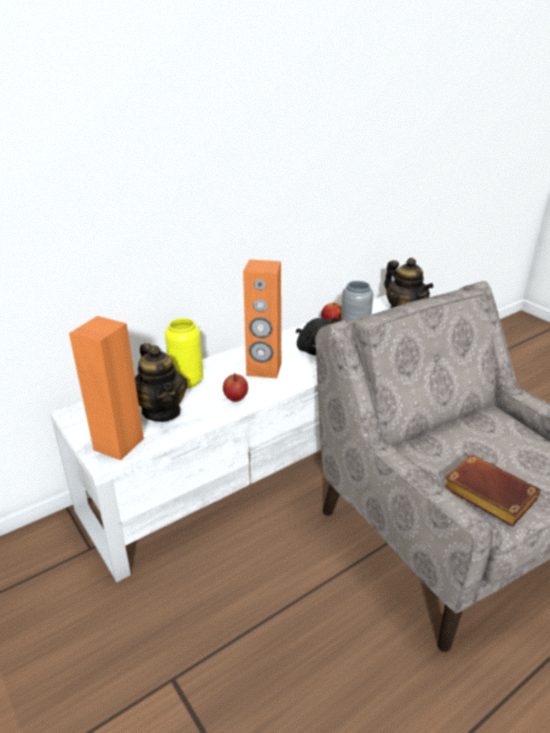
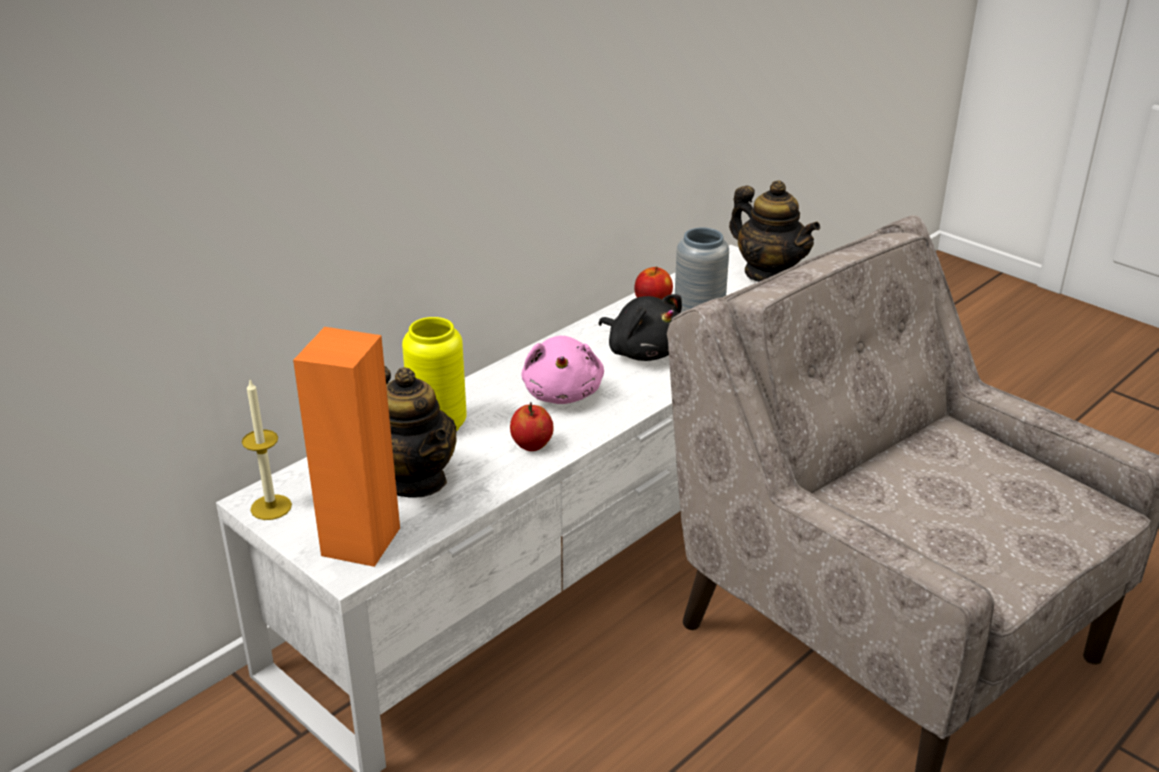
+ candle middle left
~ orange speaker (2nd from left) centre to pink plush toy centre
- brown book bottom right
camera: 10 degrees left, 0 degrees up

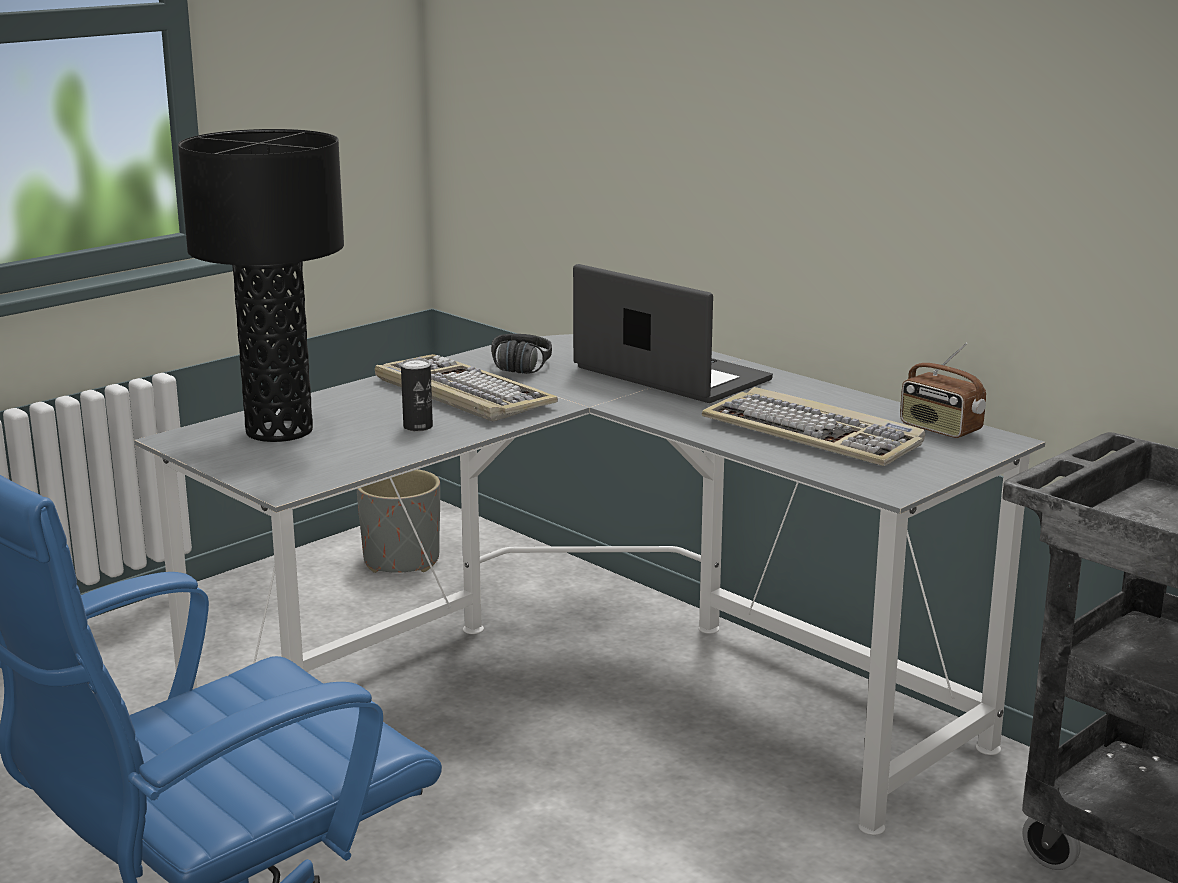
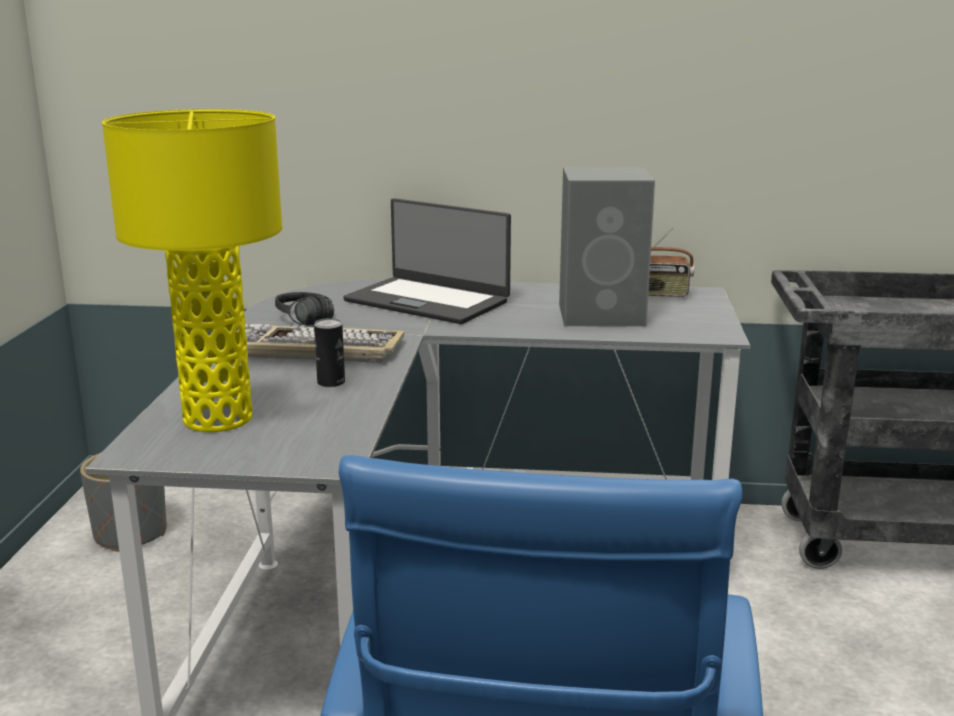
~ black table lamp top left to yellow table lamp middle left
~ laptop centre = centre 150 degrees counterclockwise
~ keyboard (2nd from left) middle right to grey speaker centre
camera: 40 degrees left, 0 degrees up

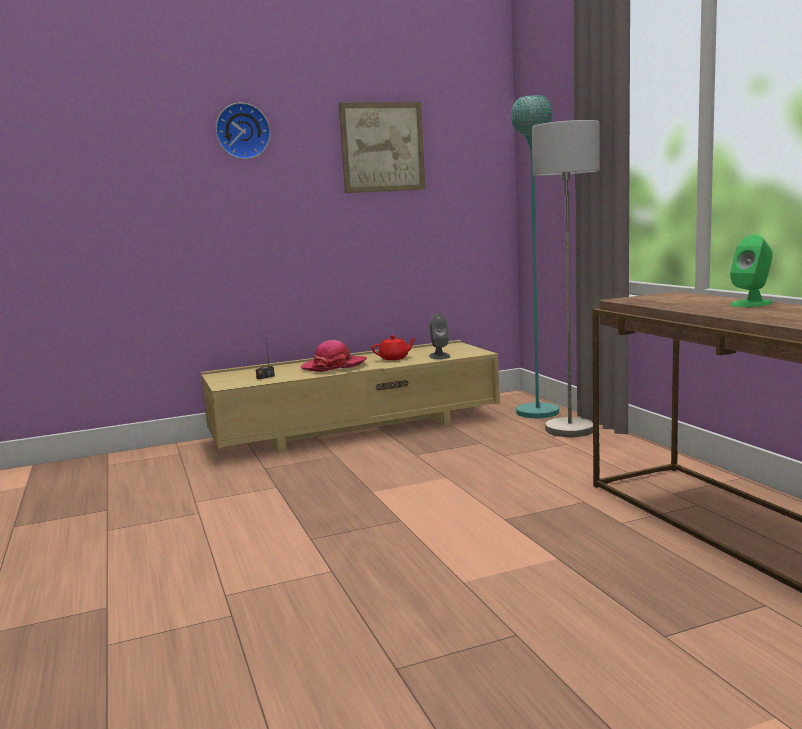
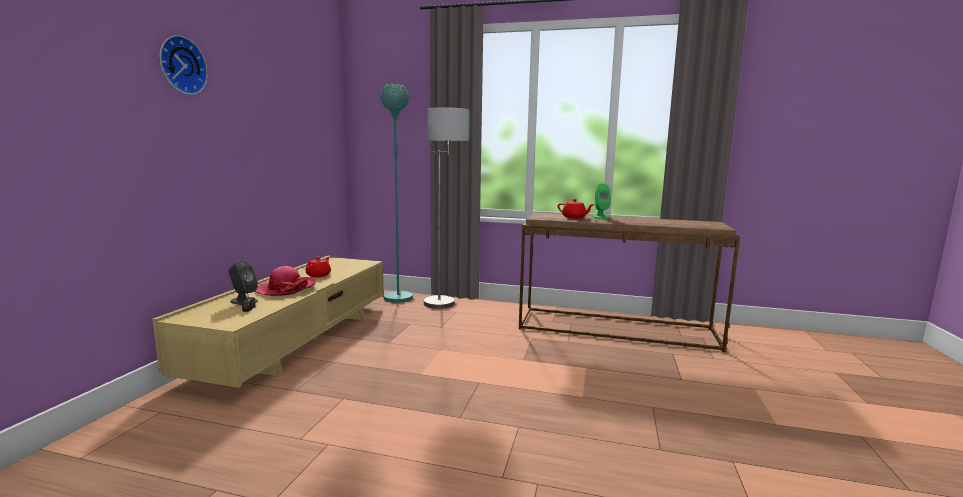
~ grey speaker centre to middle left
+ red teapot (2nd from left) centre
- picture top centre
camera: 55 degrees left, 0 degrees up

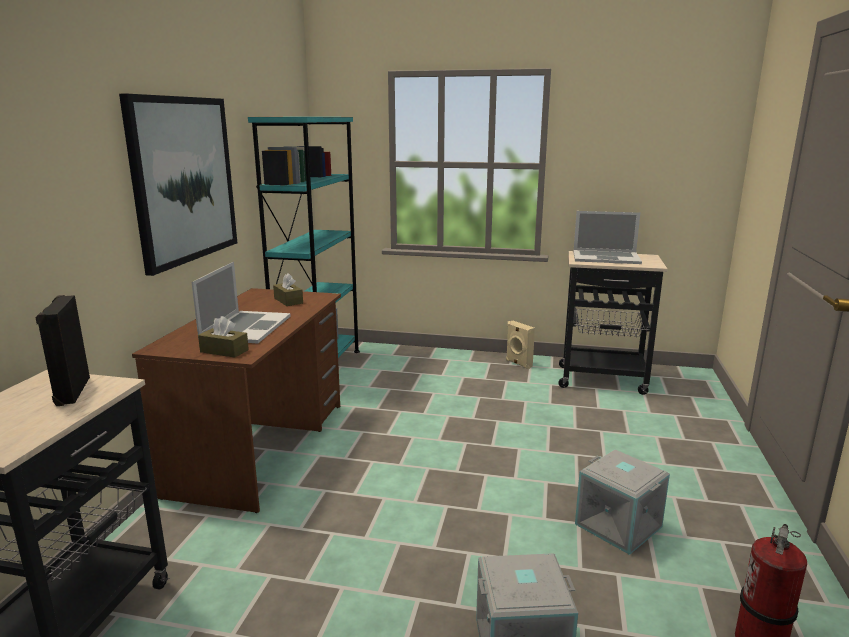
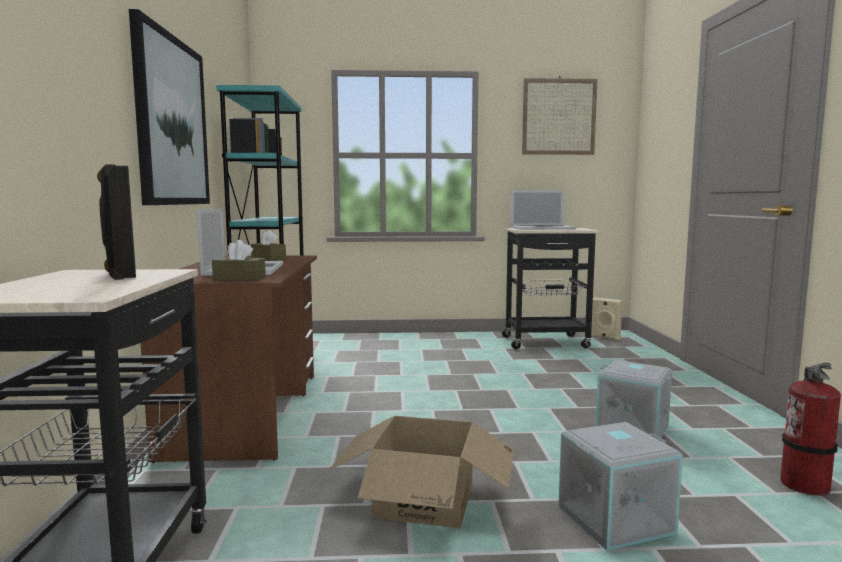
+ cardboard box bottom centre
+ picture (2nd from left) top centre
~ beige speaker centre to middle right
camera: 15 degrees left, 10 degrees down

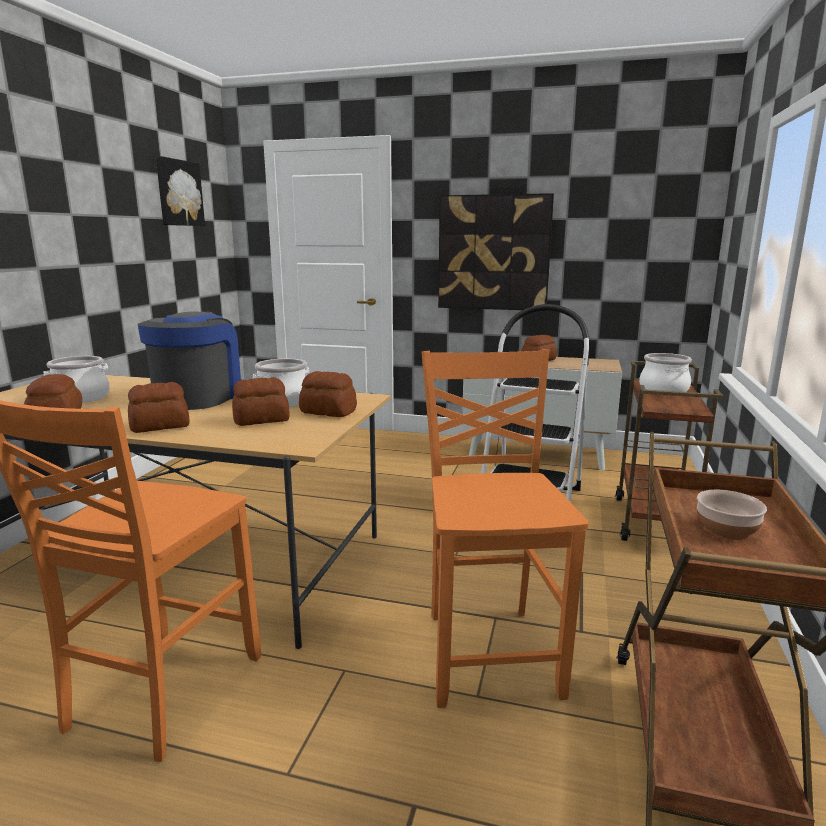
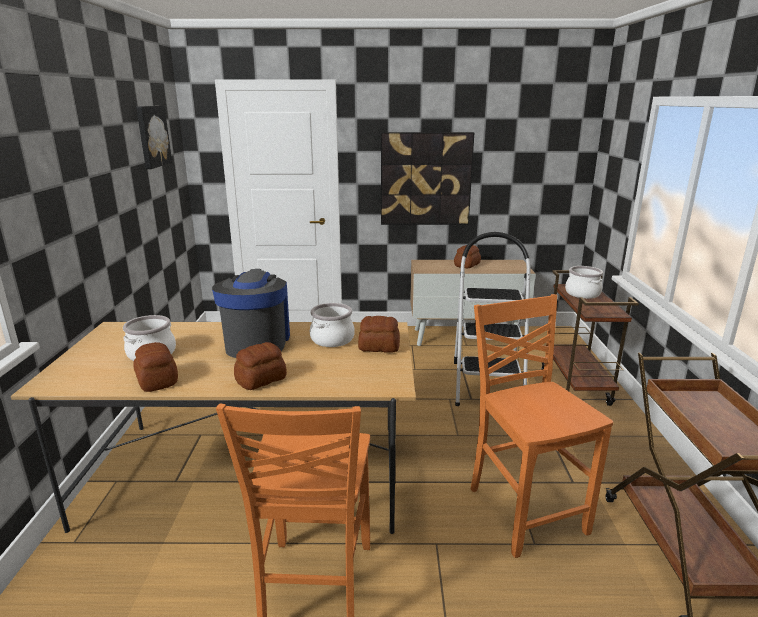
- bread (3rd from left) middle left
- bowl middle right
camera: 15 degrees left, 5 degrees up

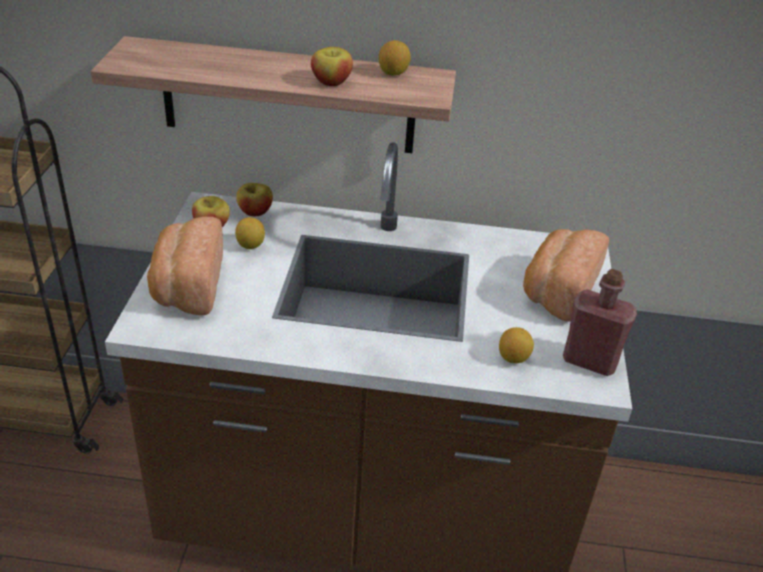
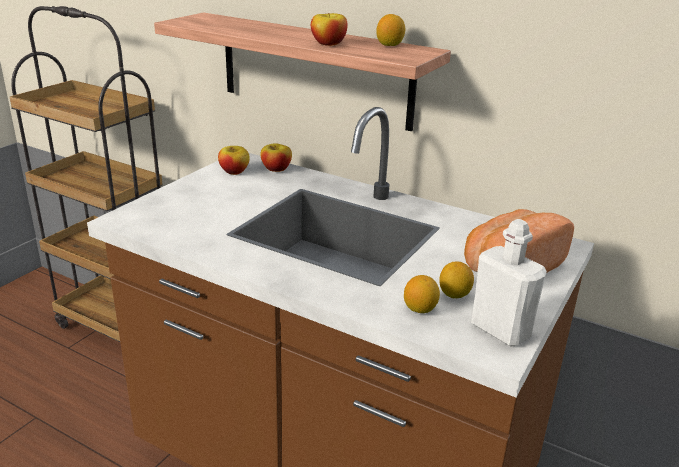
~ lemon (1st from left in the first image) middle left to lemon (3rd from left) middle right
~ red bottle middle right to white bottle middle right
- bread (1st from left) middle left
camera: 25 degrees right, 10 degrees down

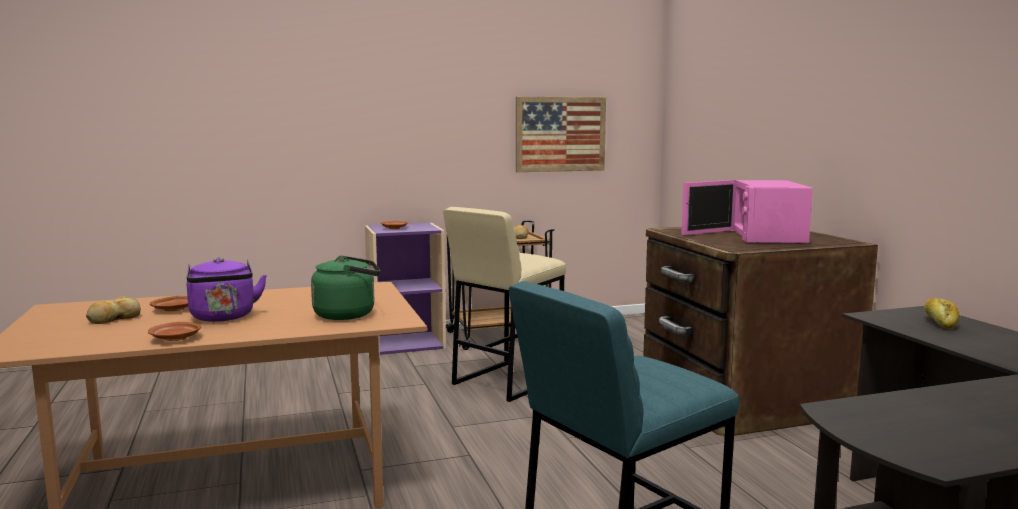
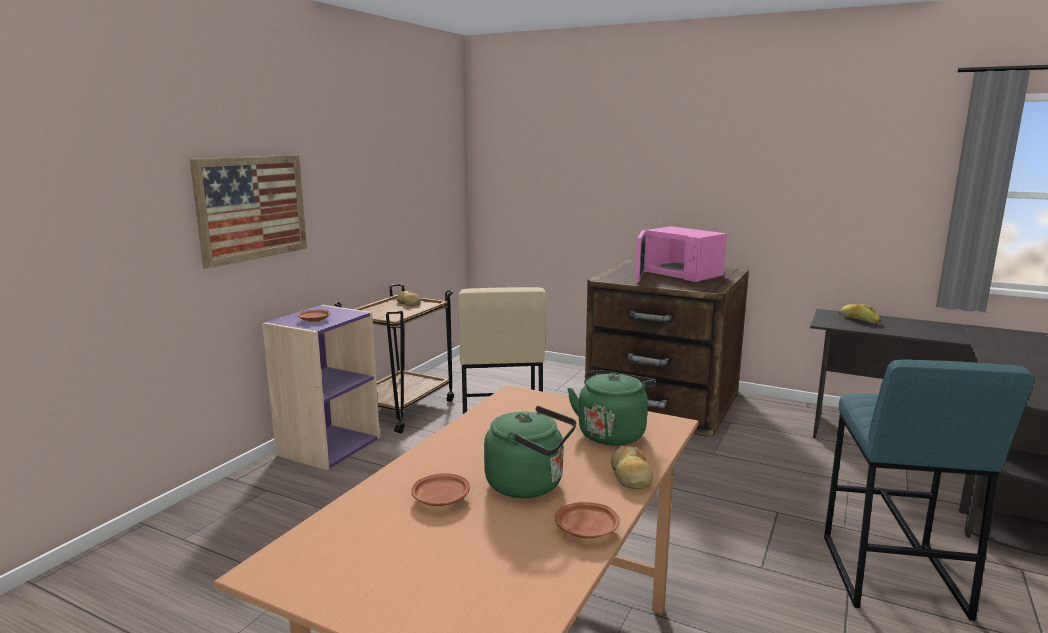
~ picture top centre to middle left
~ purple kettle middle left to green kettle (1st from left) bottom centre
~ bread (1st from left in the first image) middle left to bread (2nd from left) bottom centre
camera: 45 degrees left, 5 degrees up

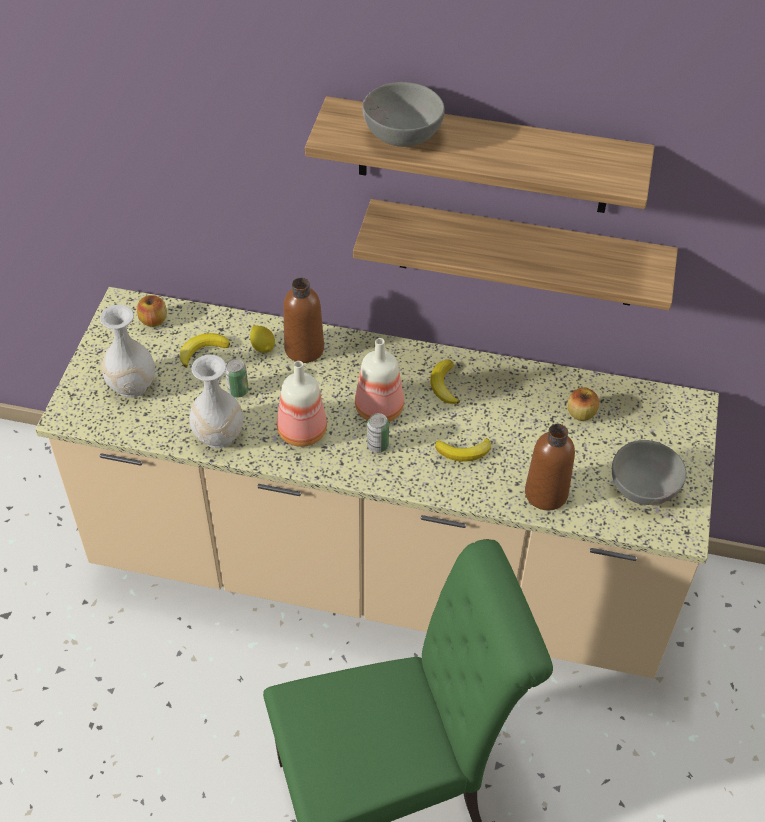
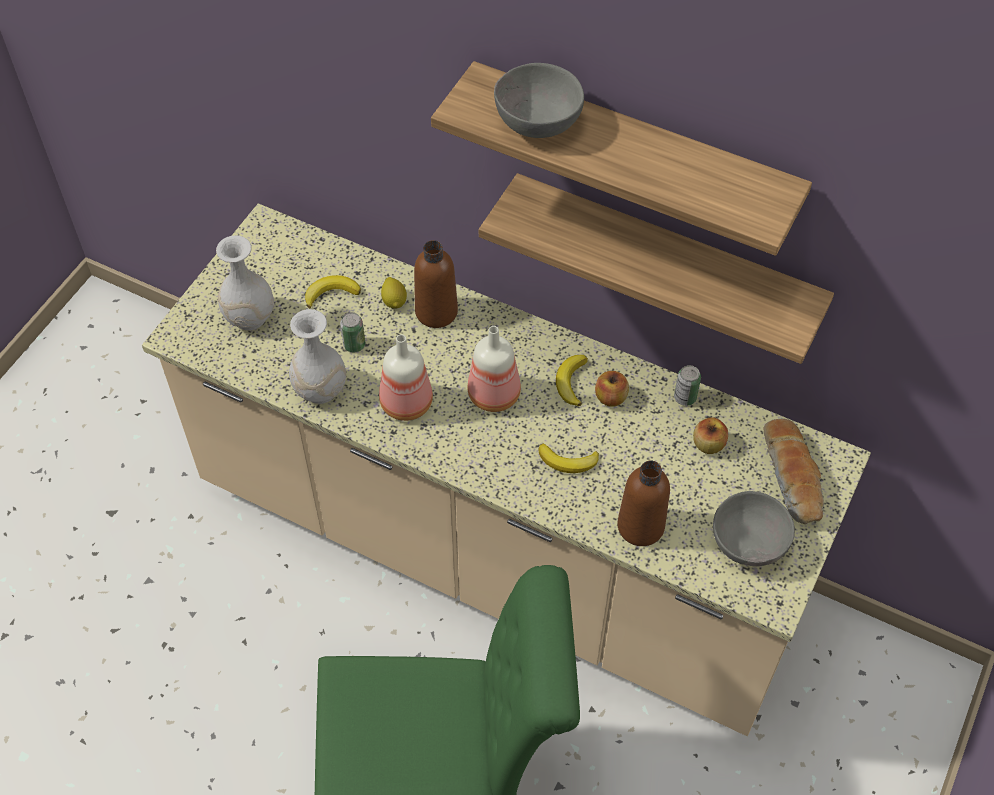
~ apple (1st from left) middle left to centre
~ can (2nd from left) centre to middle right
+ bread middle right
camera: 15 degrees right, 5 degrees up

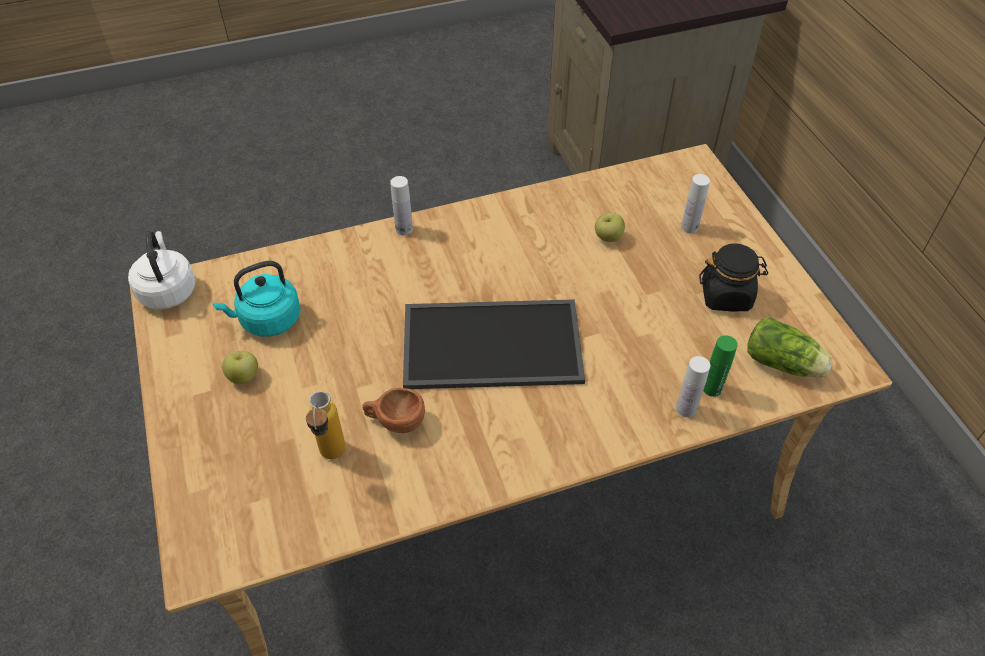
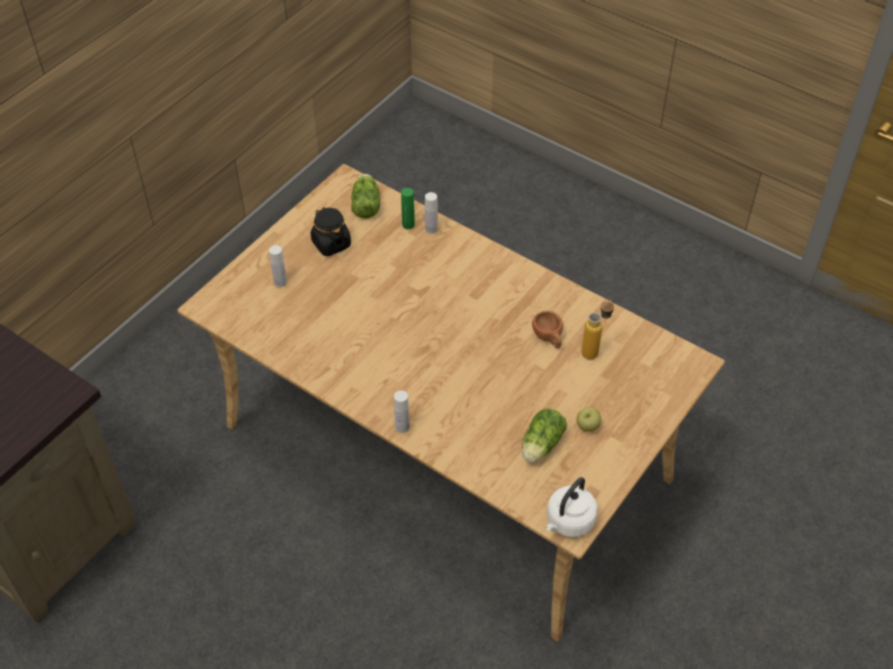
~ turquoise kettle middle left to lettuce (2nd from left) centre
- tray centre
- apple (2nd from left) centre
camera: 125 degrees left, 0 degrees up

